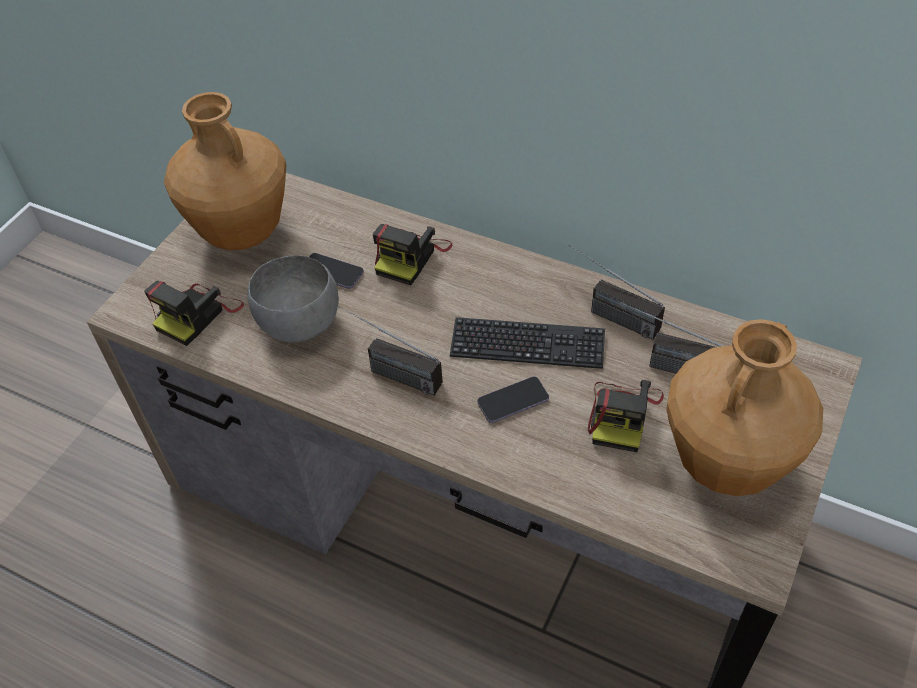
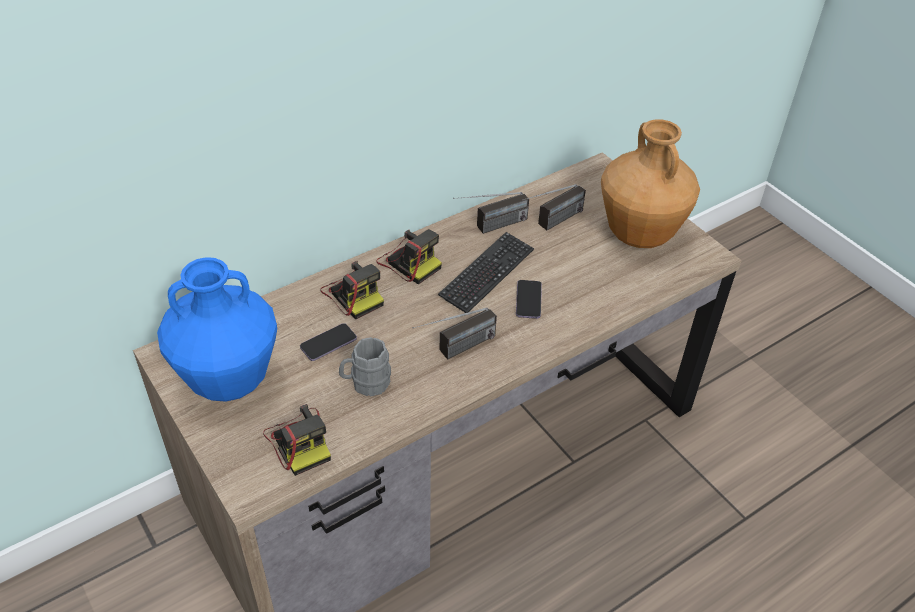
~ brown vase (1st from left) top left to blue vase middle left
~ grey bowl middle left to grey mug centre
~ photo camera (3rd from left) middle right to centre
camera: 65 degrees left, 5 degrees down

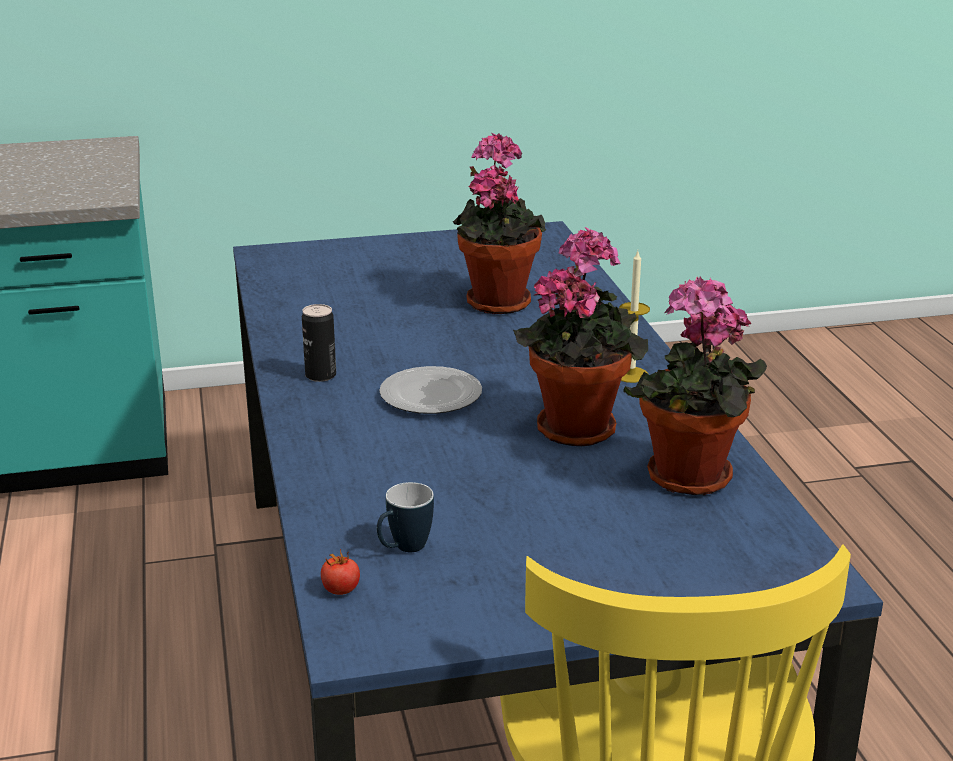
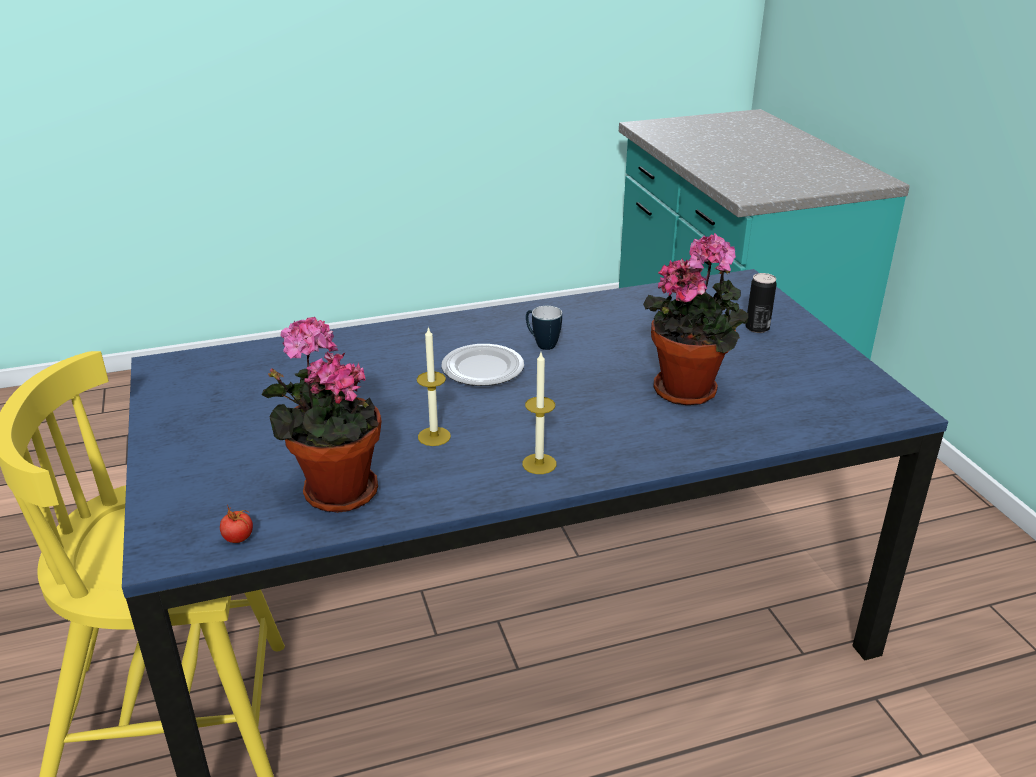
~ tomato bottom centre to bottom left
~ potted plant (2nd from left) centre to candle (1st from left) centre
~ mug bottom centre to centre
~ can centre to middle right
camera: 85 degrees right, 5 degrees up

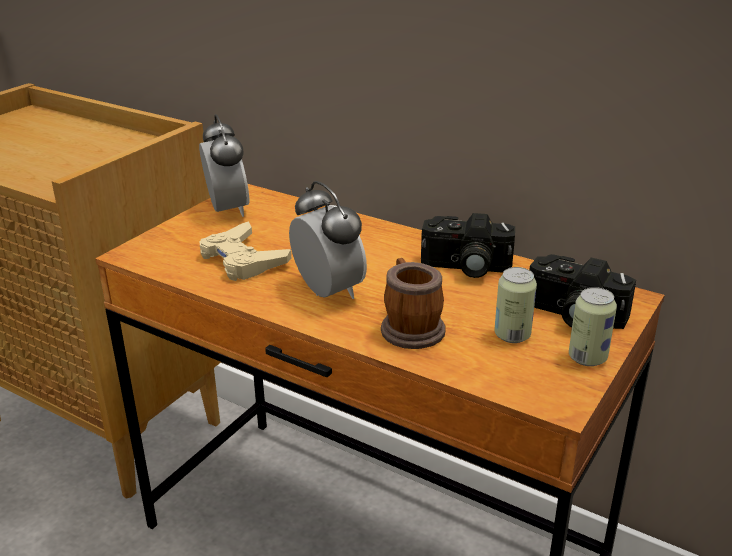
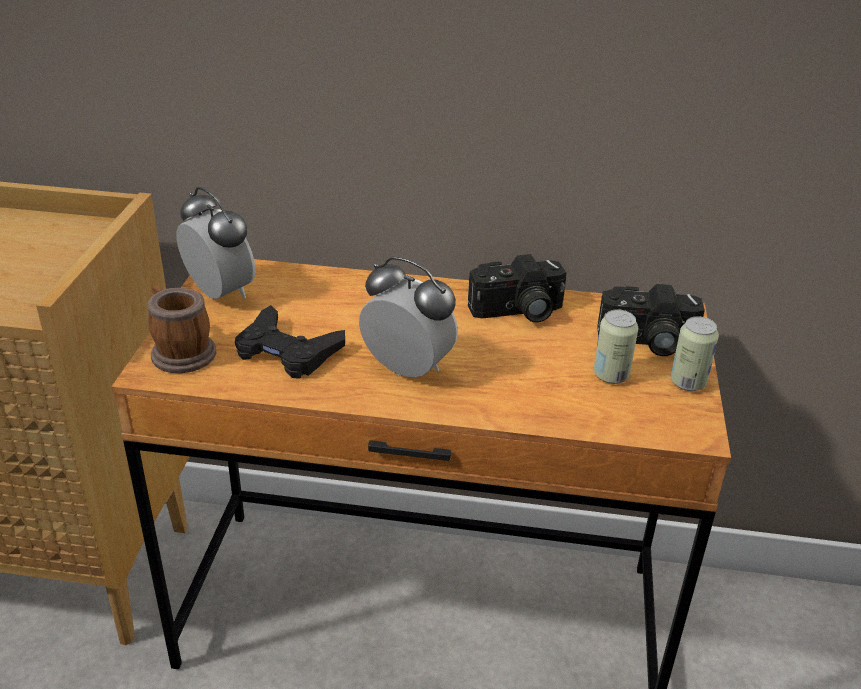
~ mug centre to middle left
~ beige game controller centre to black game controller centre
camera: 25 degrees left, 5 degrees up

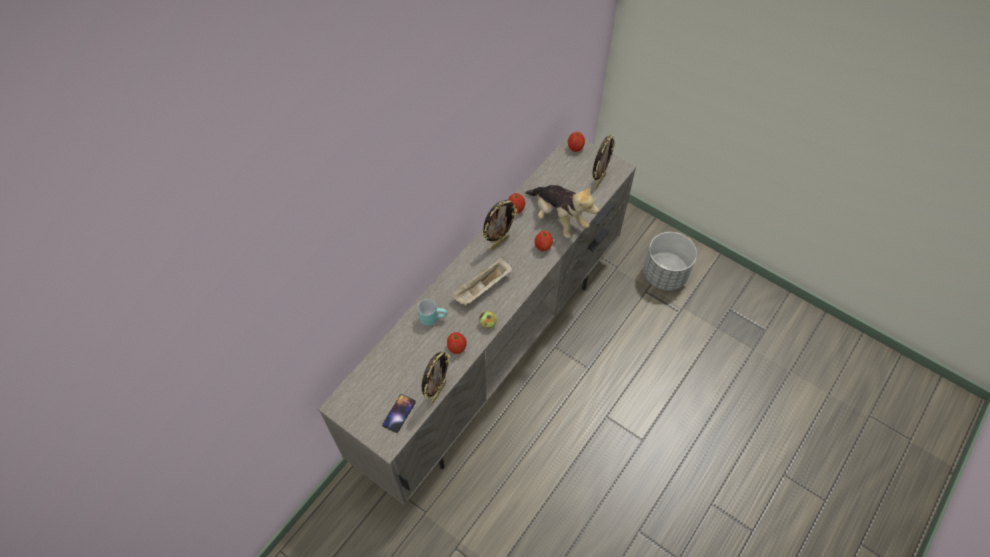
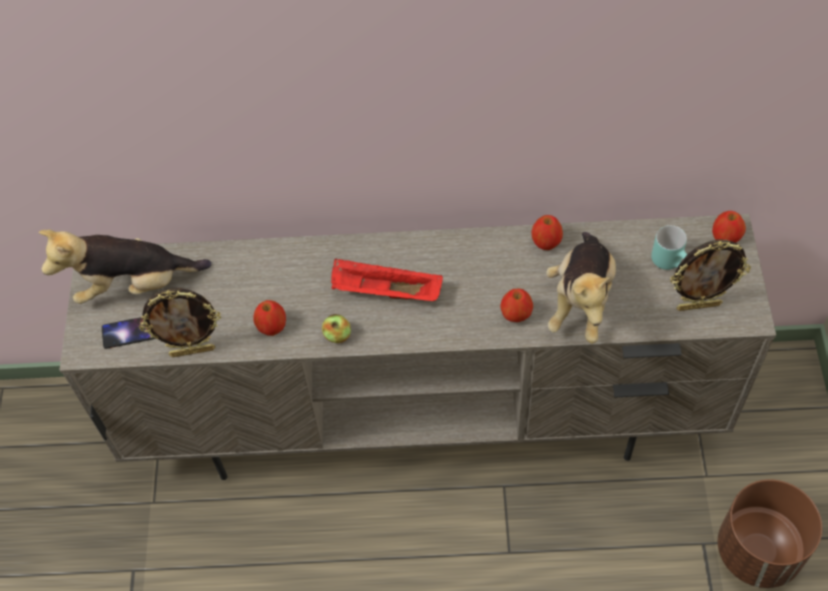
+ plush toy (1st from left) middle left
~ beige tray centre to red tray centre
~ turquoise mug centre to middle right
~ grey planter middle right to brown planter bottom right
- picture frame (2nd from left) centre
camera: 55 degrees right, 0 degrees up

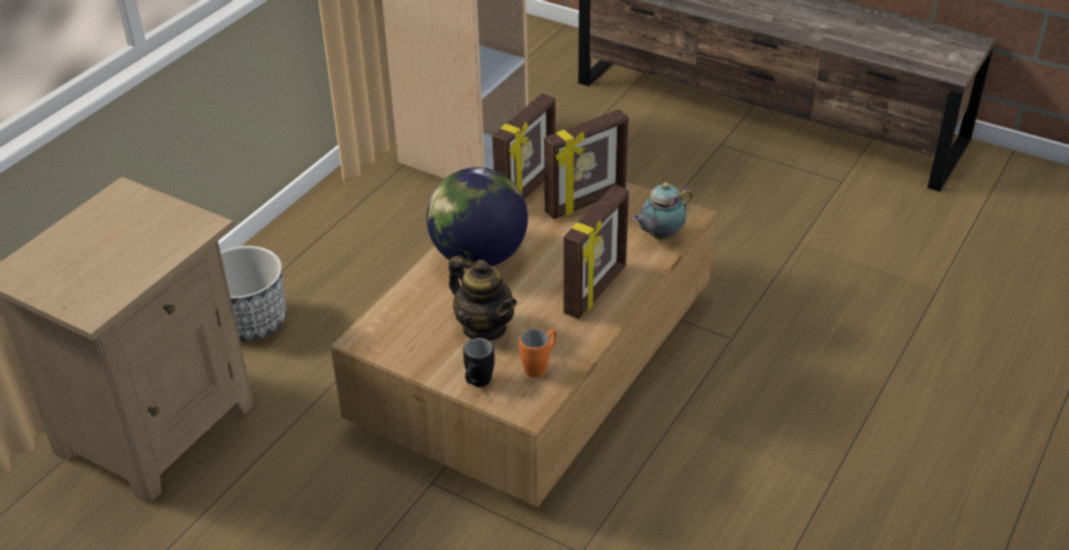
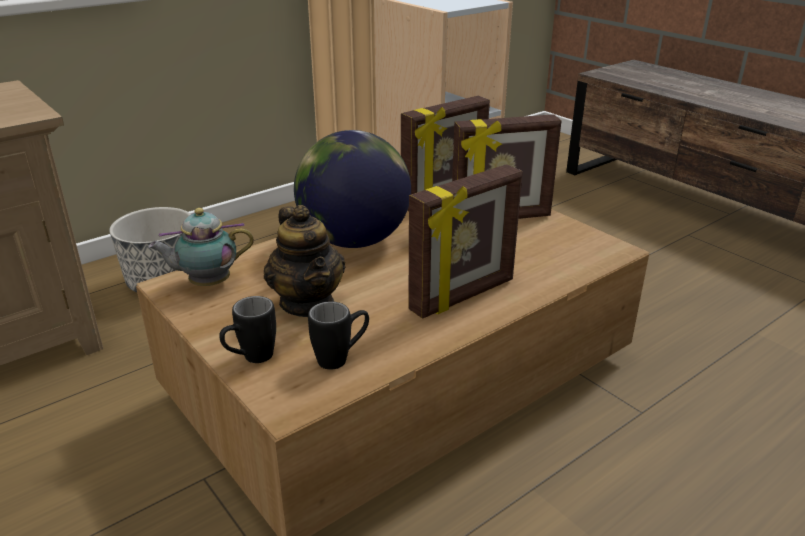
~ teapot (2nd from left in the first image) centre to teapot (1st from left) middle left
~ orange mug centre to black mug (2nd from left) centre
camera: 20 degrees right, 10 degrees down

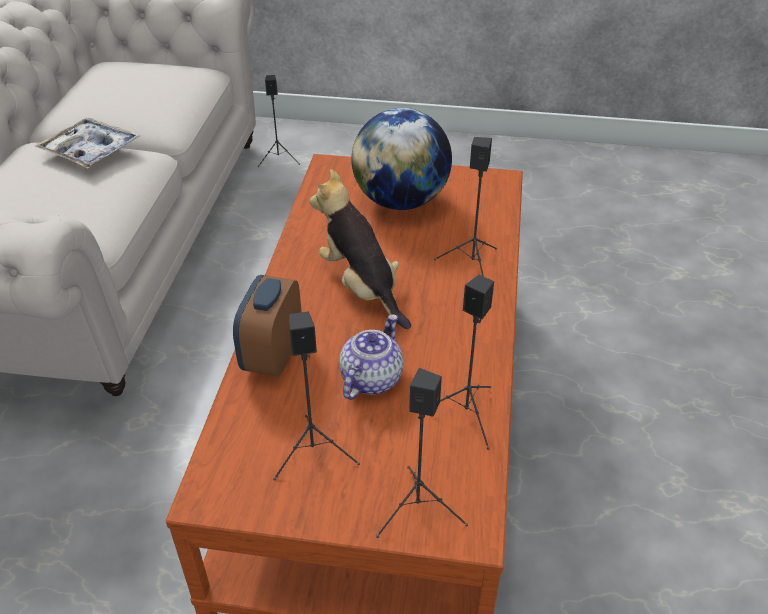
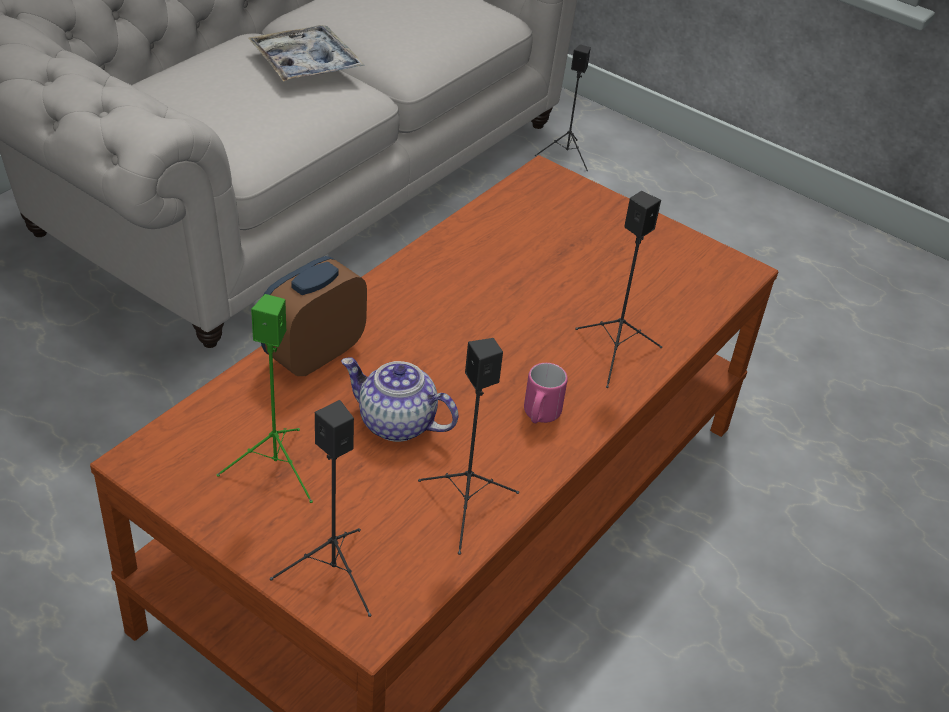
~ black speaker (2nd from left) centre to green speaker middle left
~ teapot centre = centre 120 degrees counterclockwise
+ pink mug centre
- plush toy centre
- globe top centre
camera: 25 degrees right, 0 degrees up

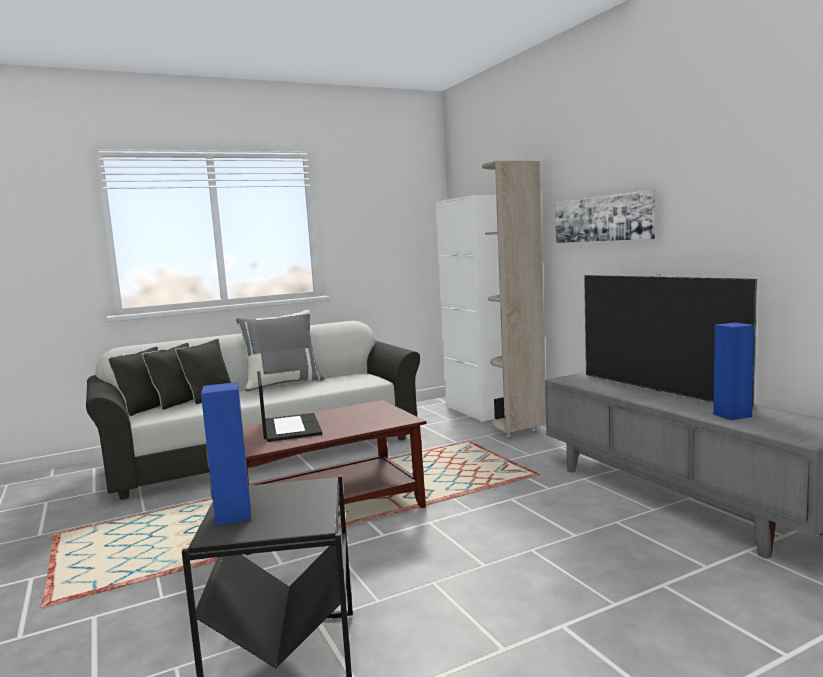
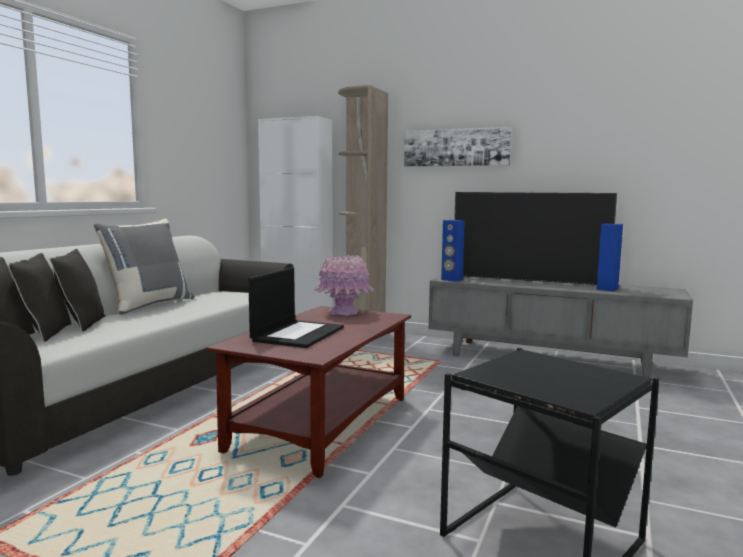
~ laptop centre = centre 75 degrees clockwise
+ pink vase centre
~ blue speaker (1st from left) bottom left to centre
camera: 40 degrees left, 0 degrees up

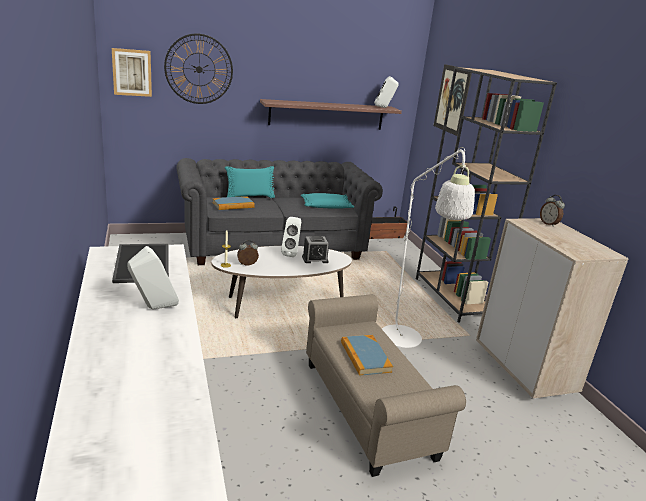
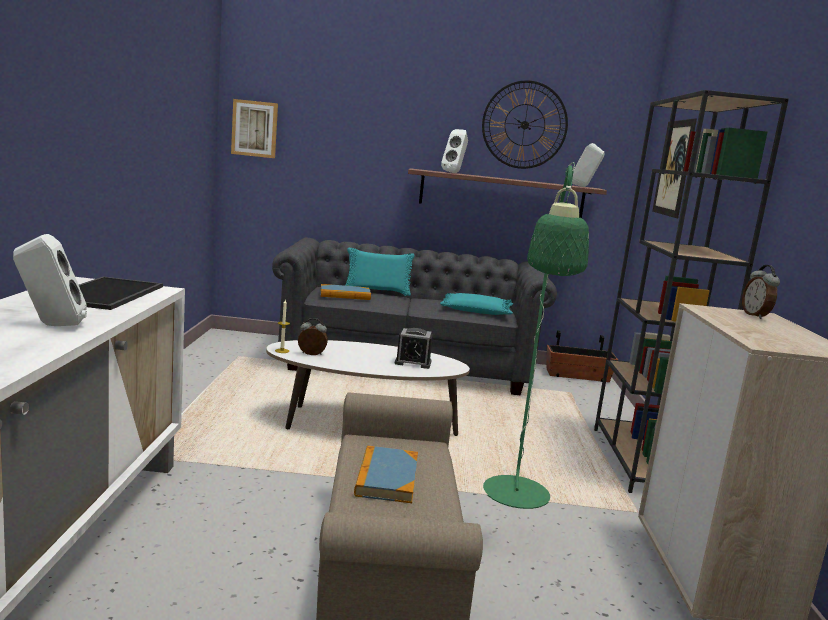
~ white speaker (2nd from left) centre to top centre
~ wall clock top left to top centre
~ white floor lamp centre to green floor lamp centre
camera: 20 degrees right, 10 degrees down

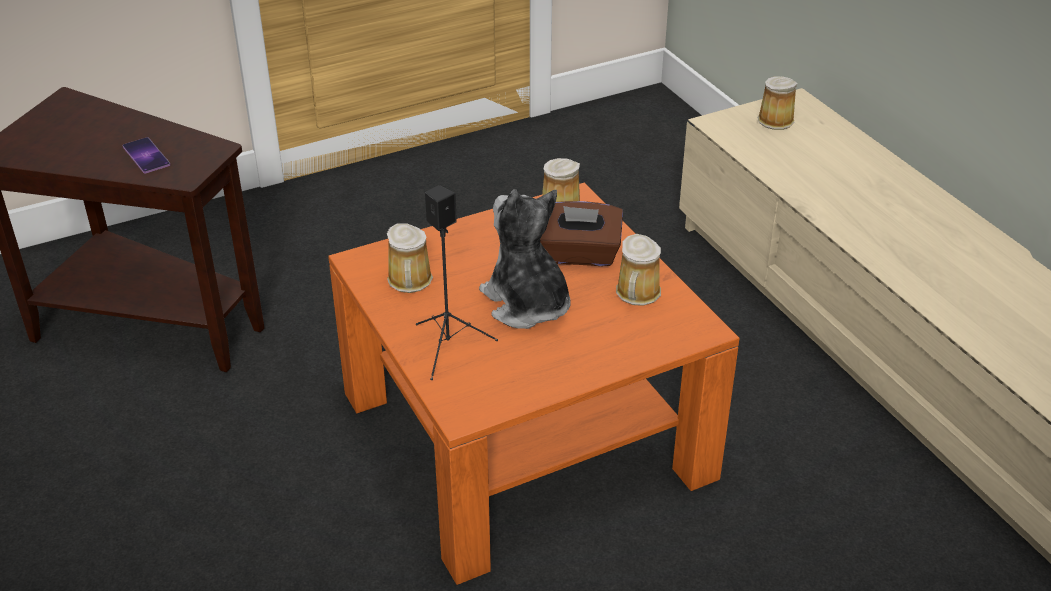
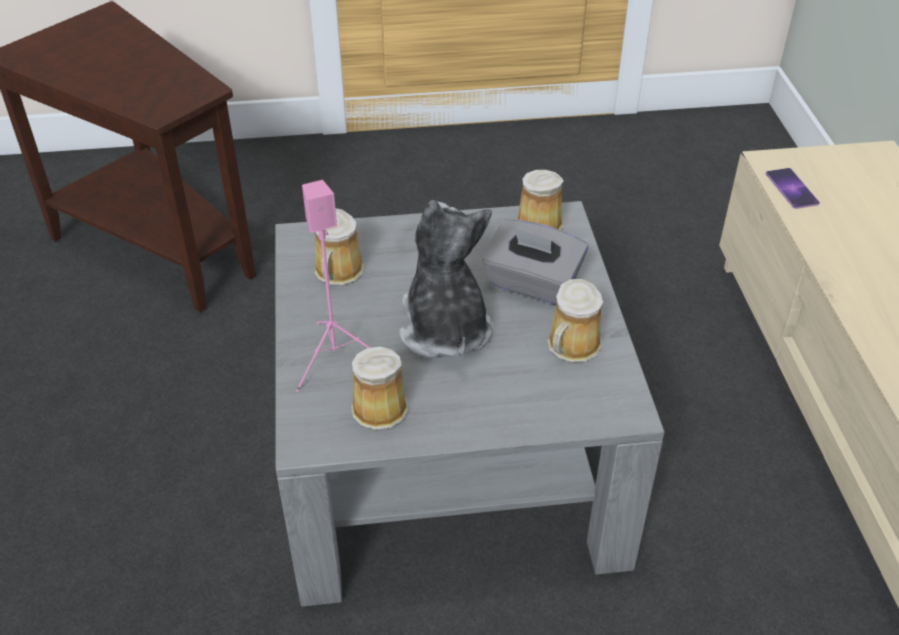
~ orange coffee table centre to grey coffee table centre
~ black speaker centre to pink speaker centre
~ mug (4th from left in the first image) top right to mug (2nd from left) centre
~ brown tissue box centre to grey tissue box centre
~ phone top left to top right
camera: 20 degrees right, 5 degrees up

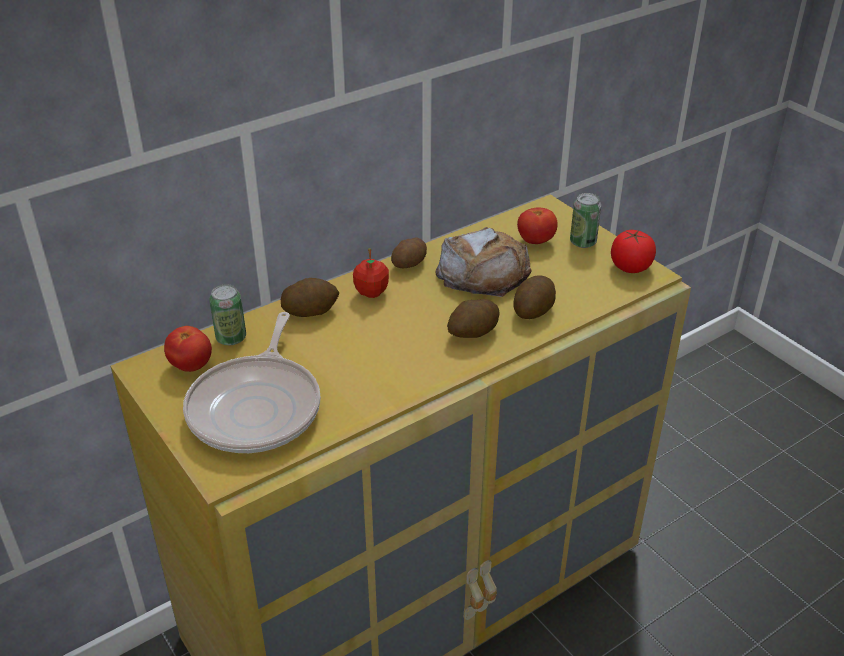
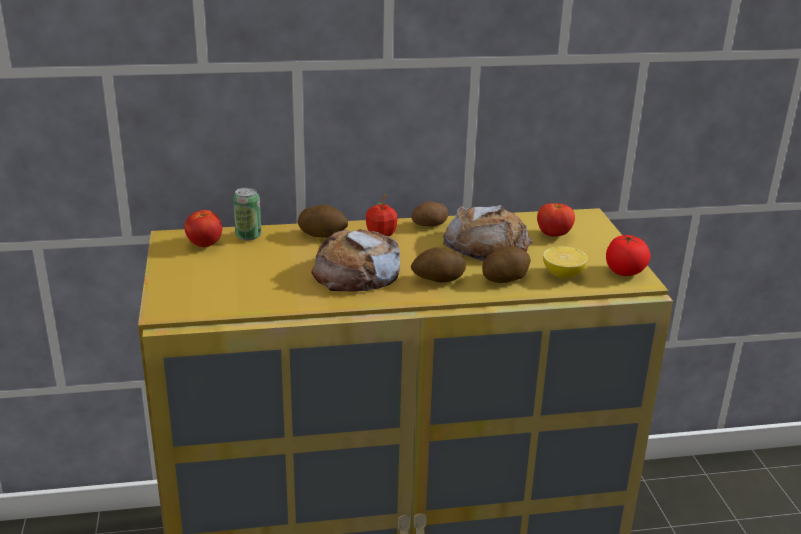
+ bread (1st from left) centre
+ lemon middle right
- frying pan middle left
- can (2nd from left) middle right
camera: 25 degrees right, 10 degrees down

